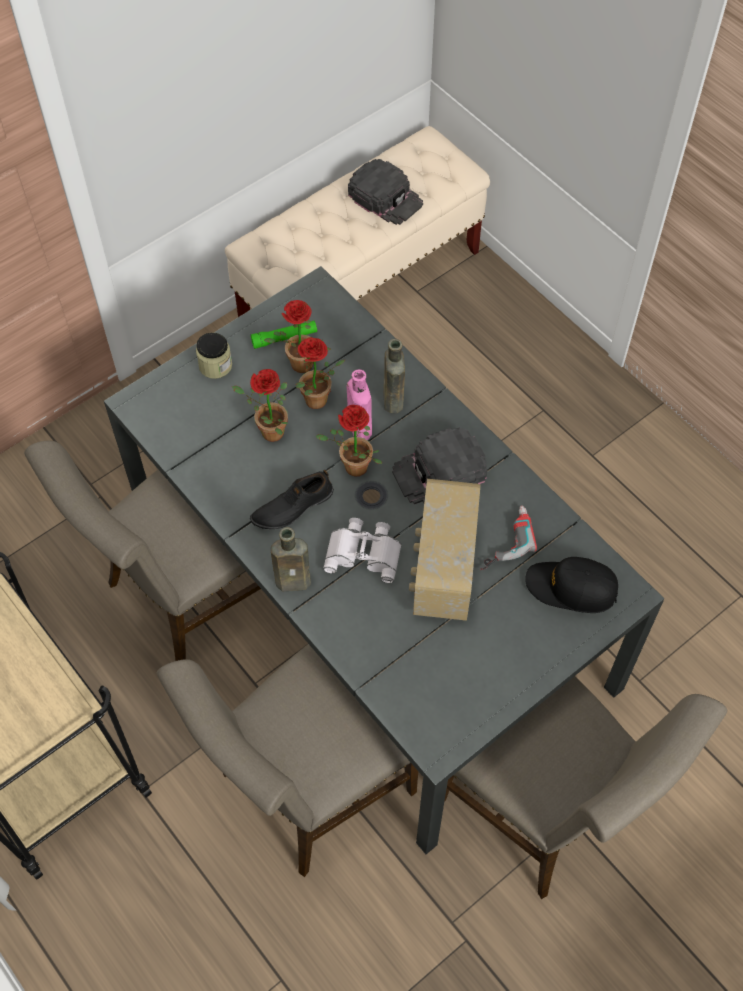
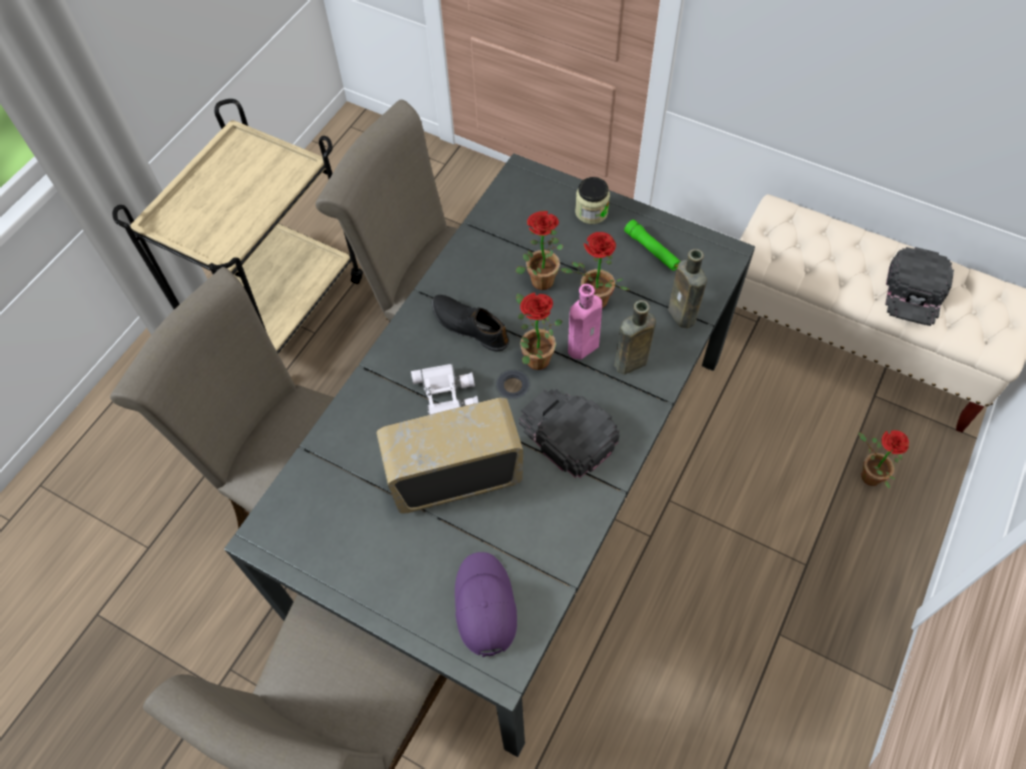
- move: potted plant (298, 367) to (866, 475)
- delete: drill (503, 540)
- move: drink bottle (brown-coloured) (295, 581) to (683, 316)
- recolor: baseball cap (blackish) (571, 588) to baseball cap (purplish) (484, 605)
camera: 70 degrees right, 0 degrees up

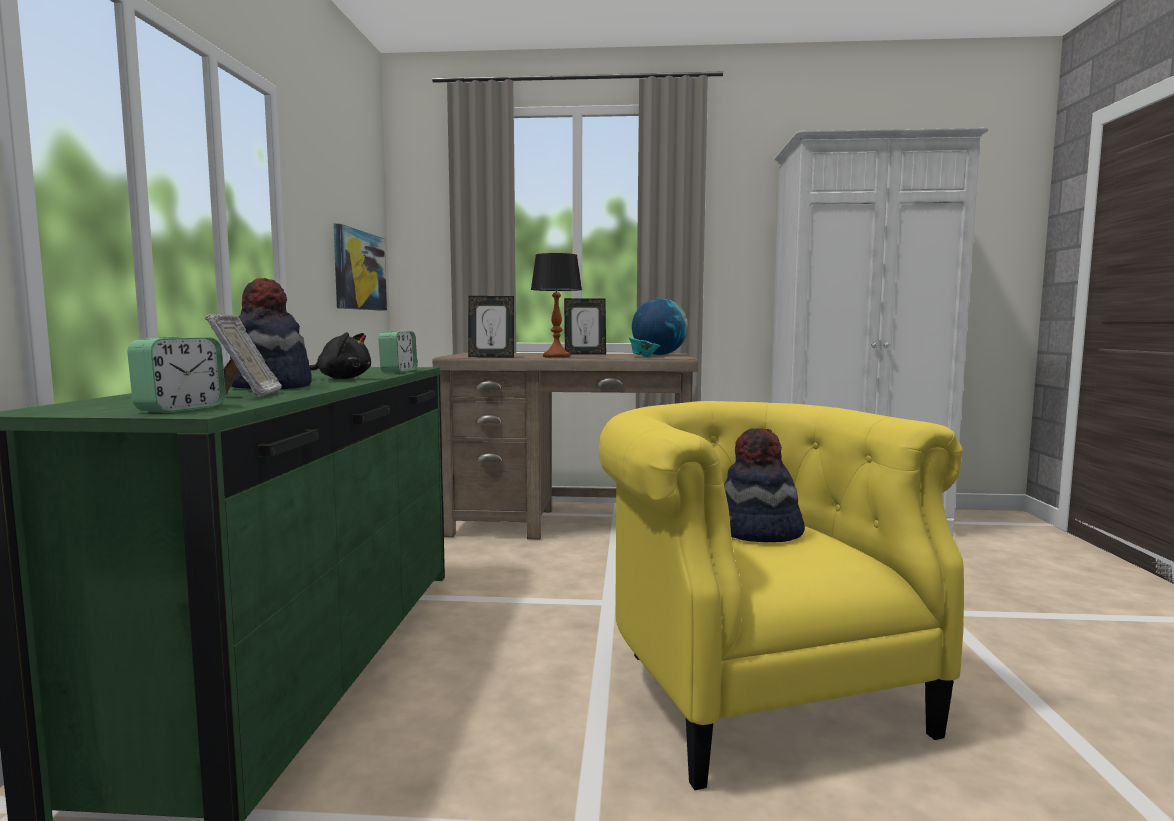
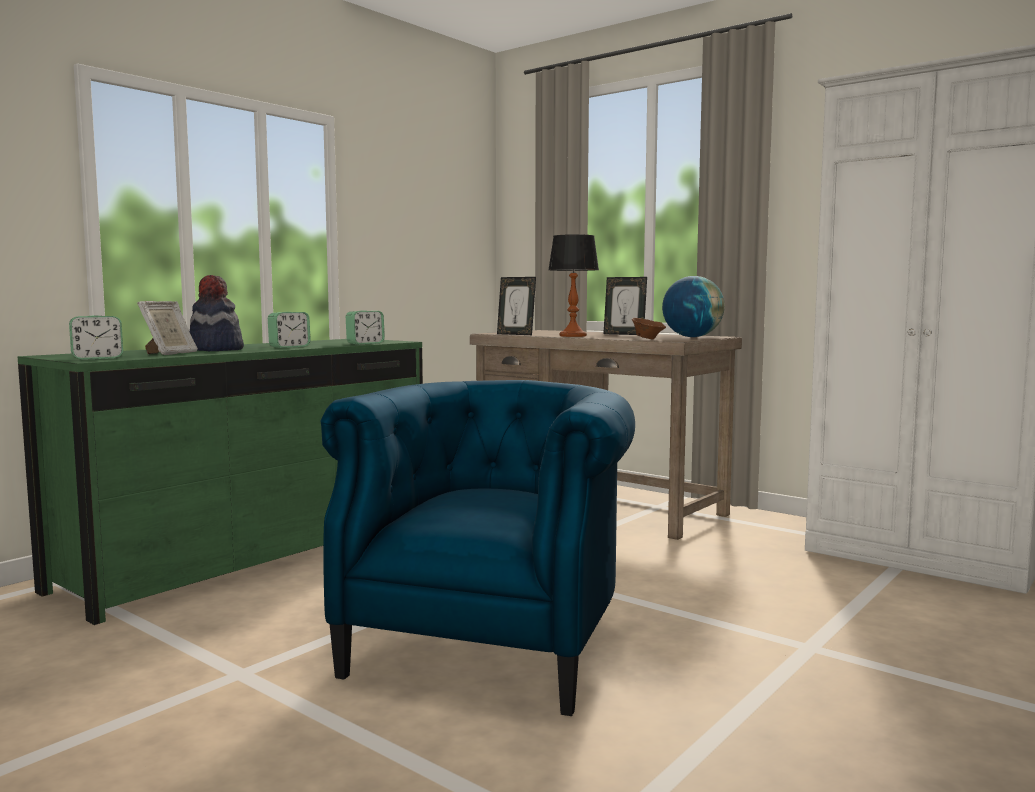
- delete: wall picture (359, 270)
- replace: soft toy (blackish) (341, 379) to alarm clock (289, 347)
- recolor: deep dish (blue-green) (643, 357) to deep dish (brown-coloured) (648, 339)
- recolor: easy chair (yellowish) (751, 689) to easy chair (bluish) (492, 644)
- delete: hat (758, 533)
camera: 35 degrees right, 0 degrees up

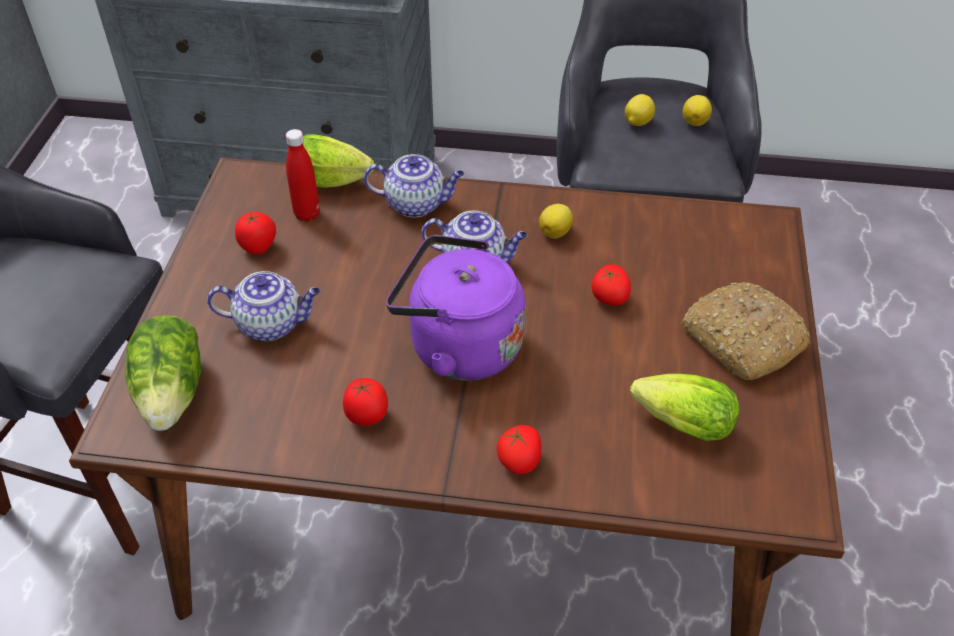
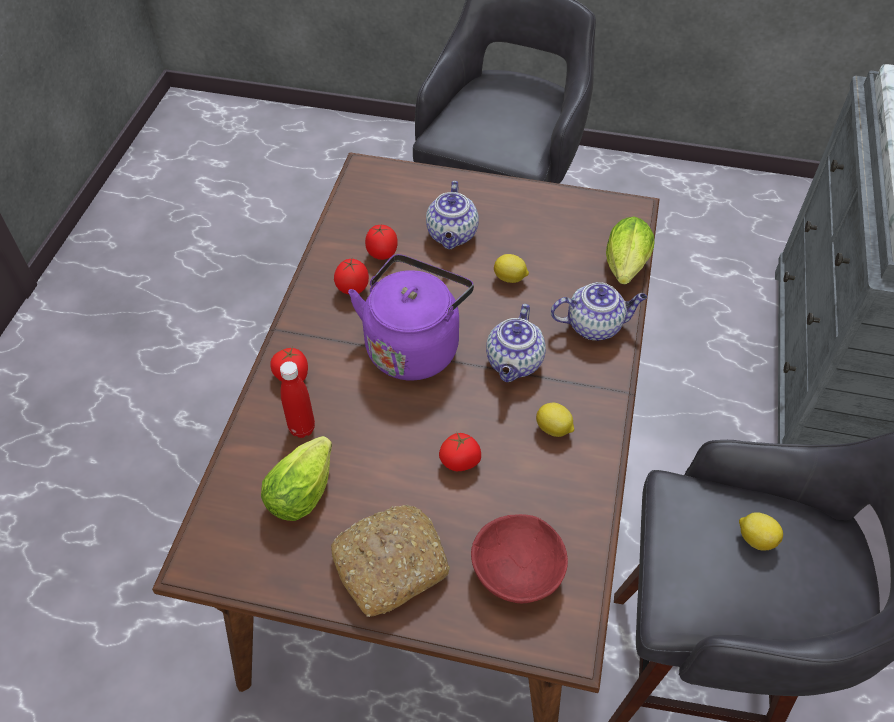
- move: whole lemon (695, 121) to (510, 278)
- move: drink bottle (red) (307, 214) to (302, 428)
- rotate: tea pot (416, 204) = (595, 325) 105 degrees counterclockwise
- move: whole tomato (259, 247) to (382, 254)
- delete: lettuce (173, 392)
- insert: deep dish (red) (518, 572)
camera: 95 degrees right, 5 degrees up

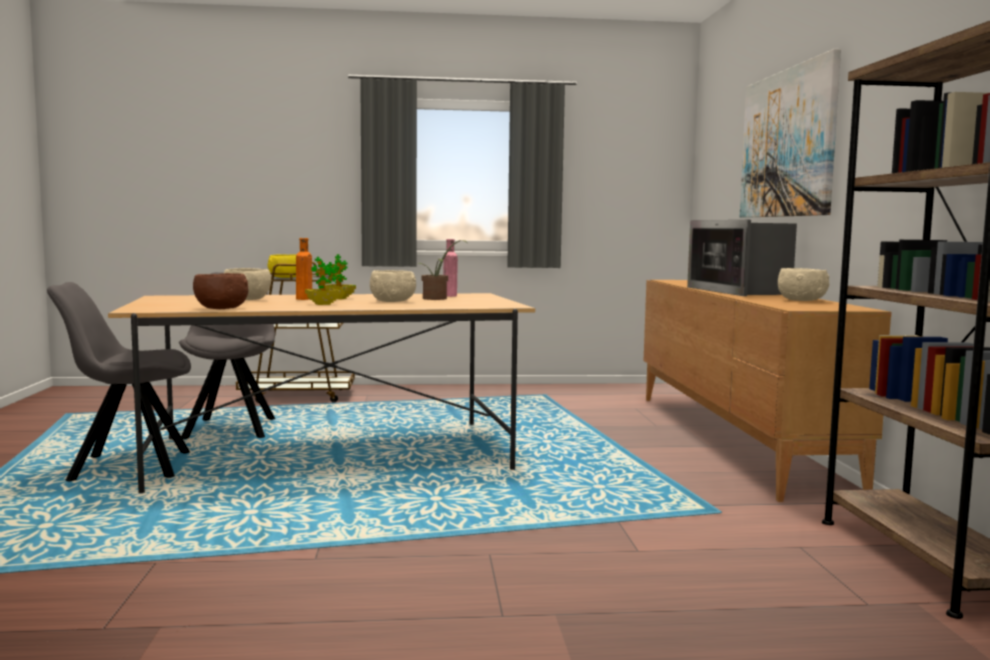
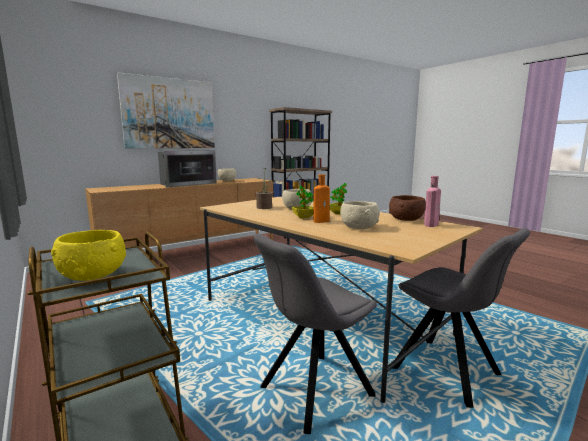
- move: drink bottle (pink) (450, 295) to (431, 225)
camera: 120 degrees left, 5 degrees up

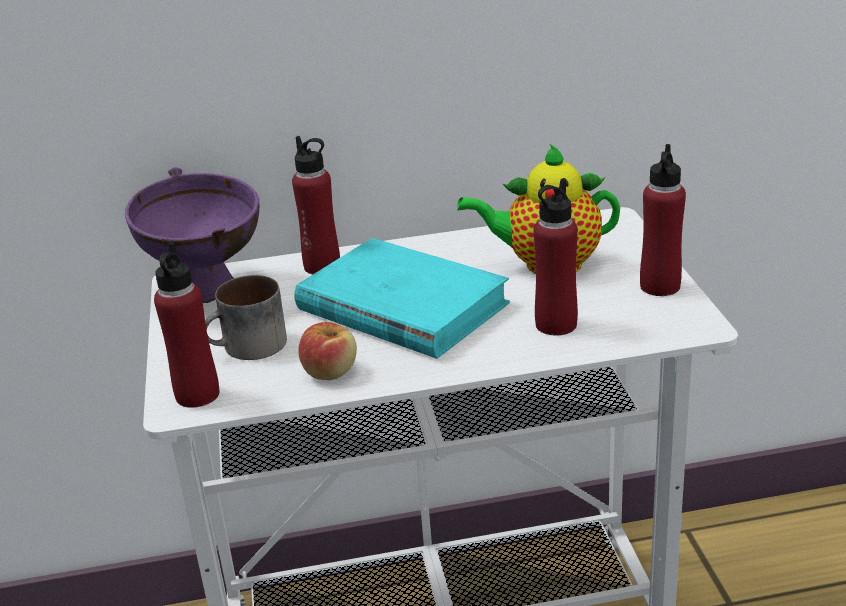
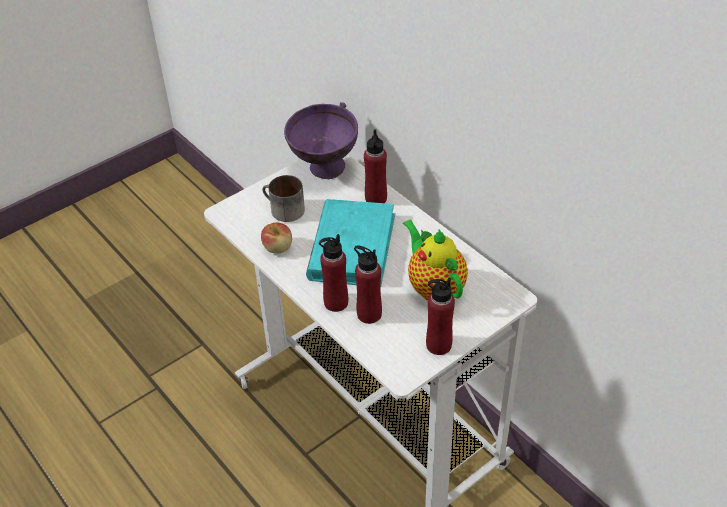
- move: drink bottle (red) (197, 395) to (336, 302)
camera: 60 degrees right, 15 degrees up

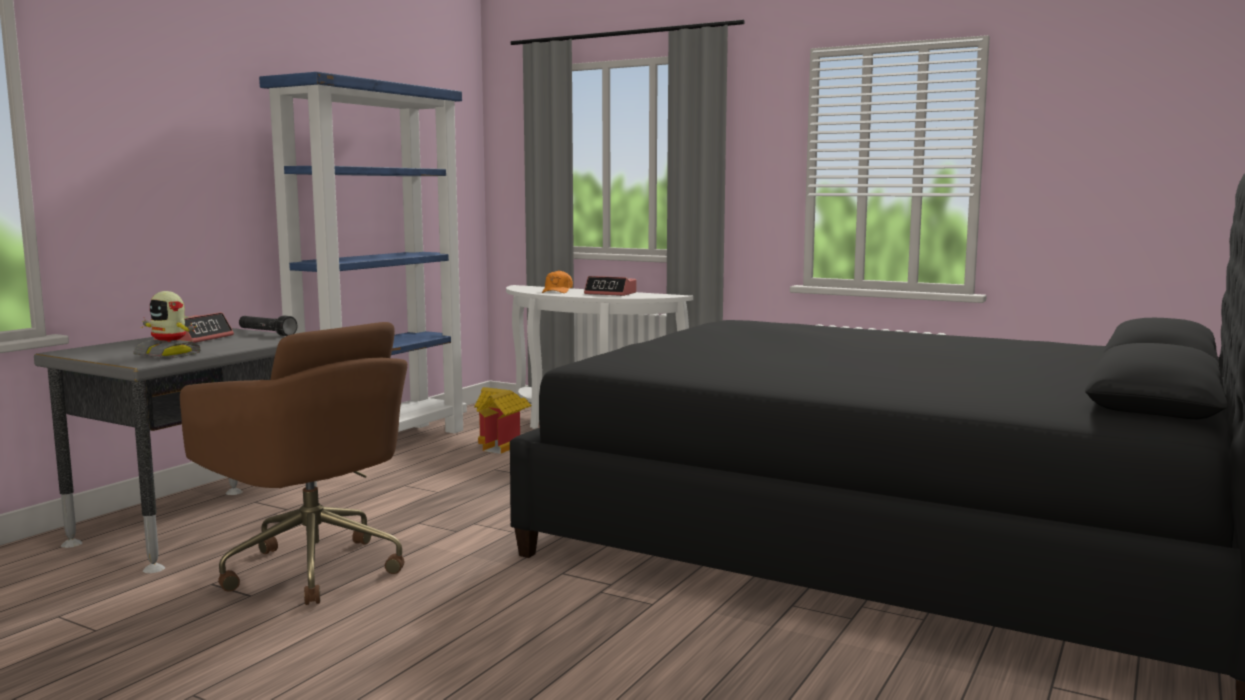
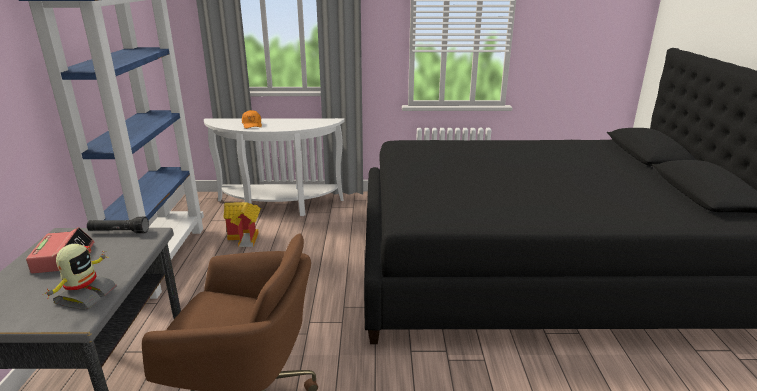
- delete: alarm clock (611, 293)
- rotate: robot figure (169, 354) = (85, 296) 75 degrees counterclockwise
camera: 30 degrees left, 15 degrees up

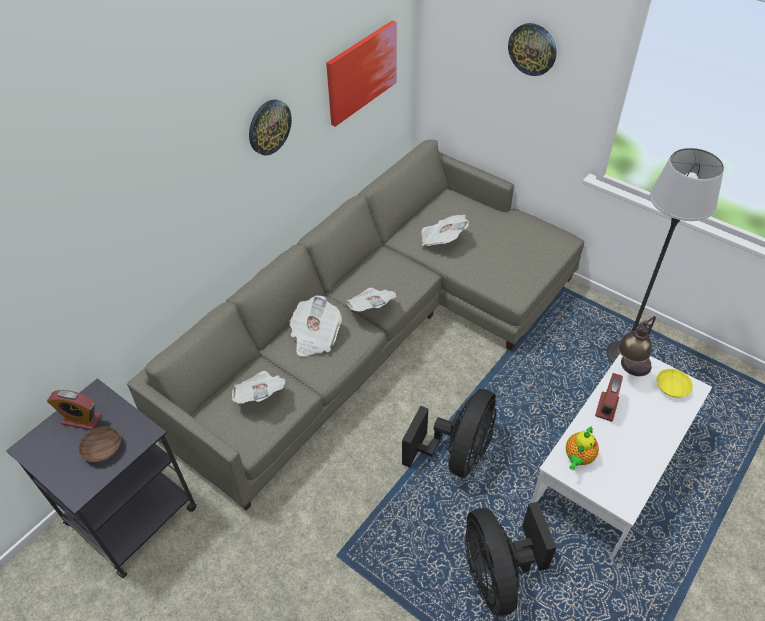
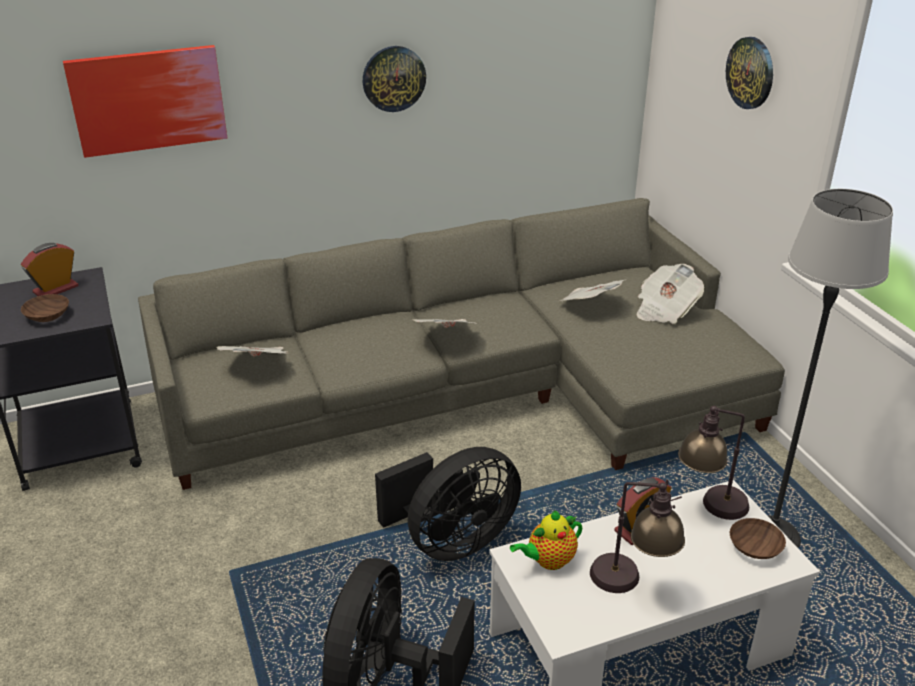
- move: wall picture (361, 72) to (148, 100)
- move: newspaper (315, 336) to (665, 309)
- recolor: deep dish (yellowish) (672, 388) to deep dish (brown-coloured) (754, 548)
- rotate: alarm clock (81, 419) = (56, 289) 90 degrees clockwise
- insert: tabletop lamp (632, 583)
camera: 30 degrees right, 15 degrees down

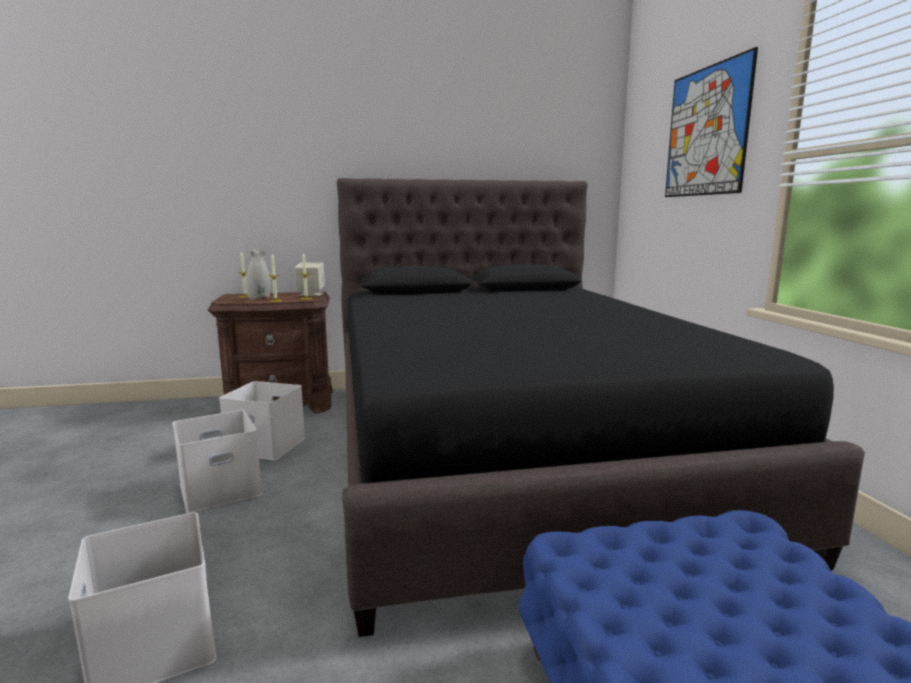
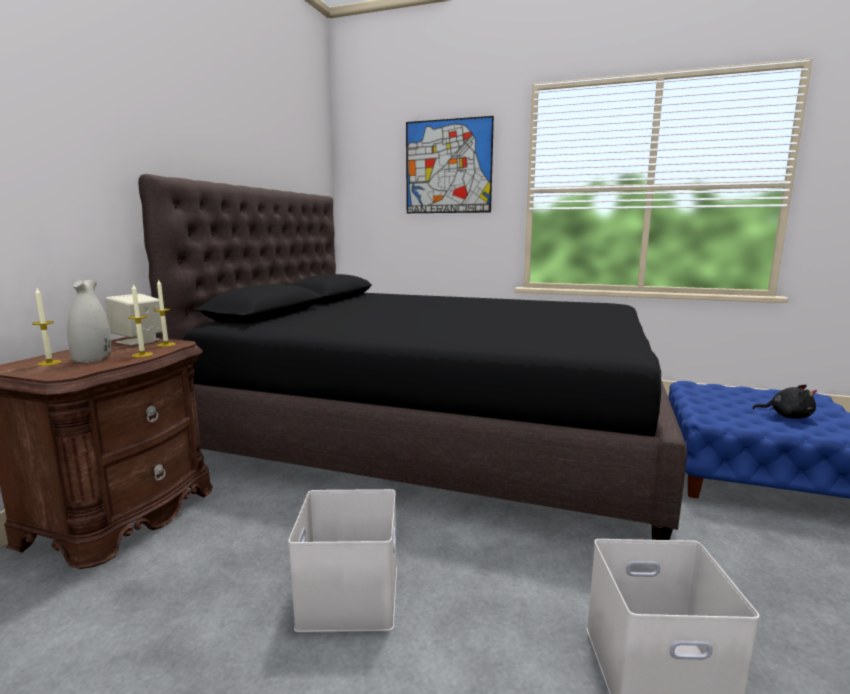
- delete: storage container (white) (268, 445)
- insert: soft toy (blackish) (787, 416)
camera: 60 degrees left, 0 degrees up

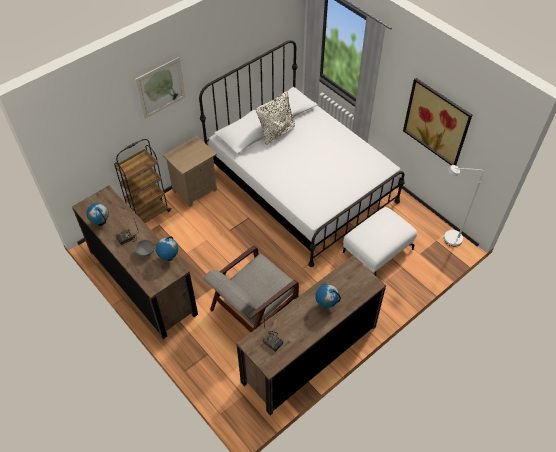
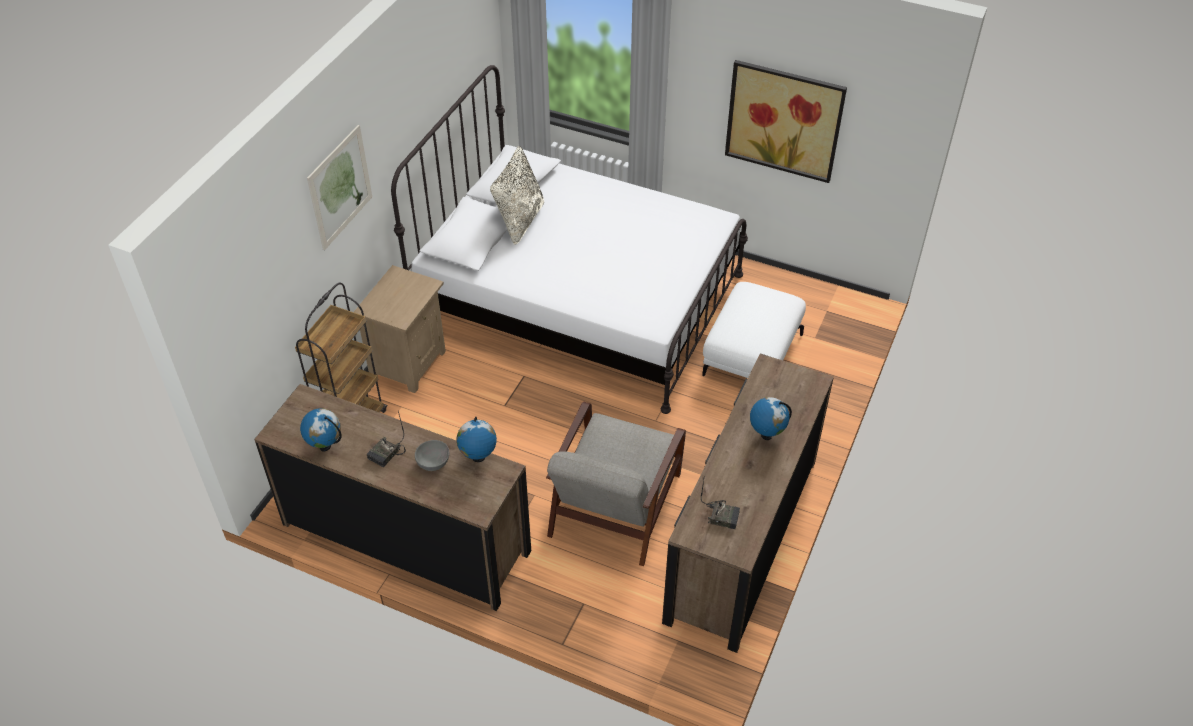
- delete: standing lamp (white) (447, 238)
camera: 25 degrees left, 5 degrees down

